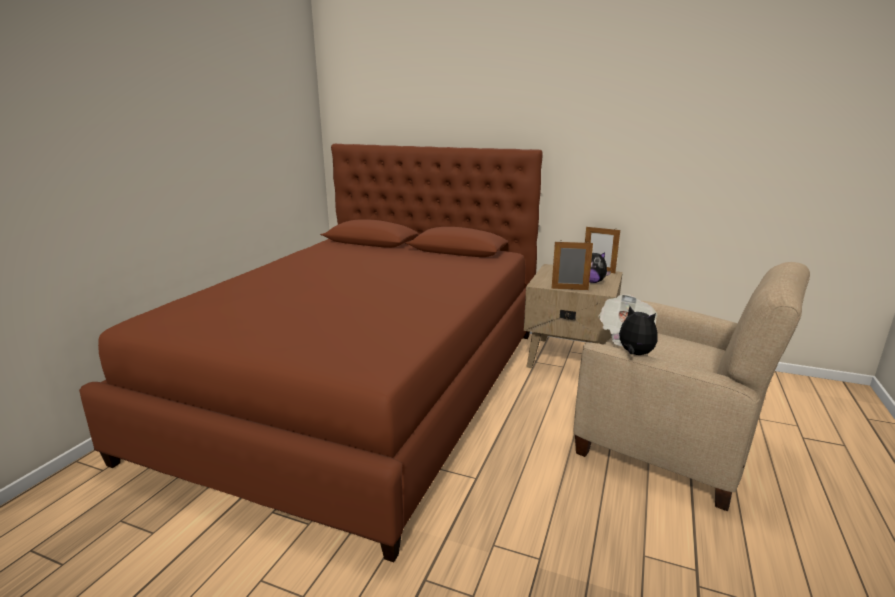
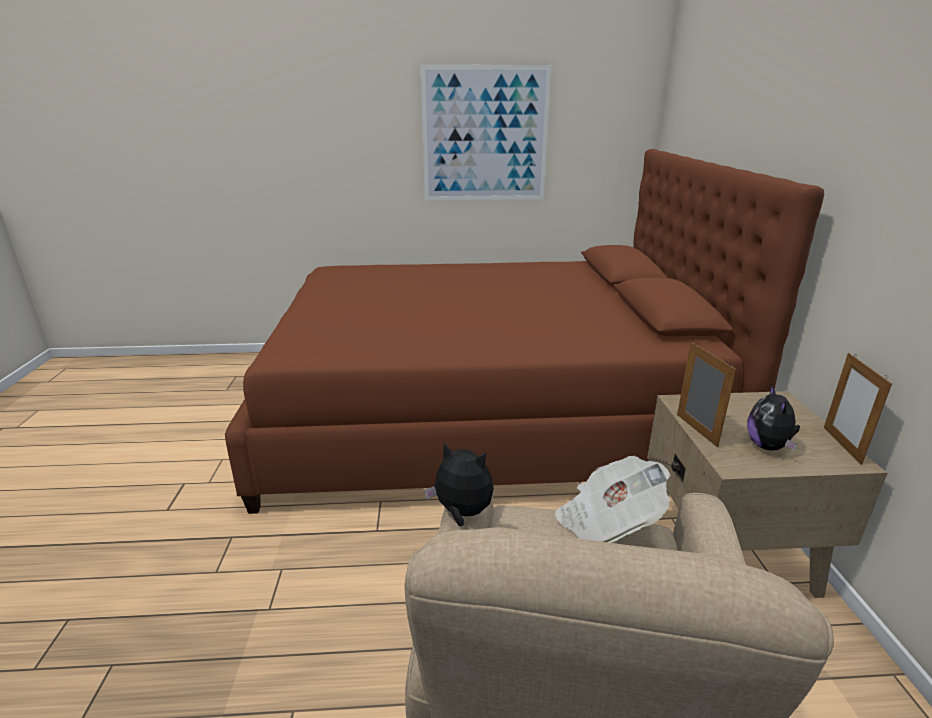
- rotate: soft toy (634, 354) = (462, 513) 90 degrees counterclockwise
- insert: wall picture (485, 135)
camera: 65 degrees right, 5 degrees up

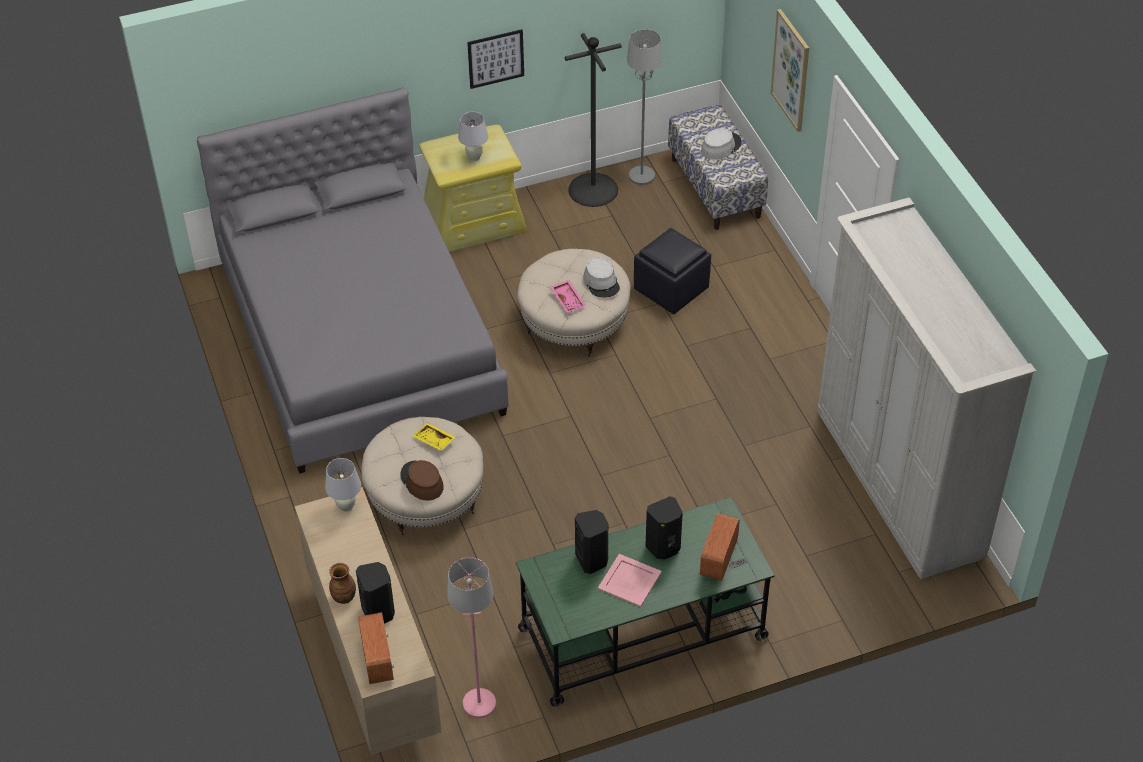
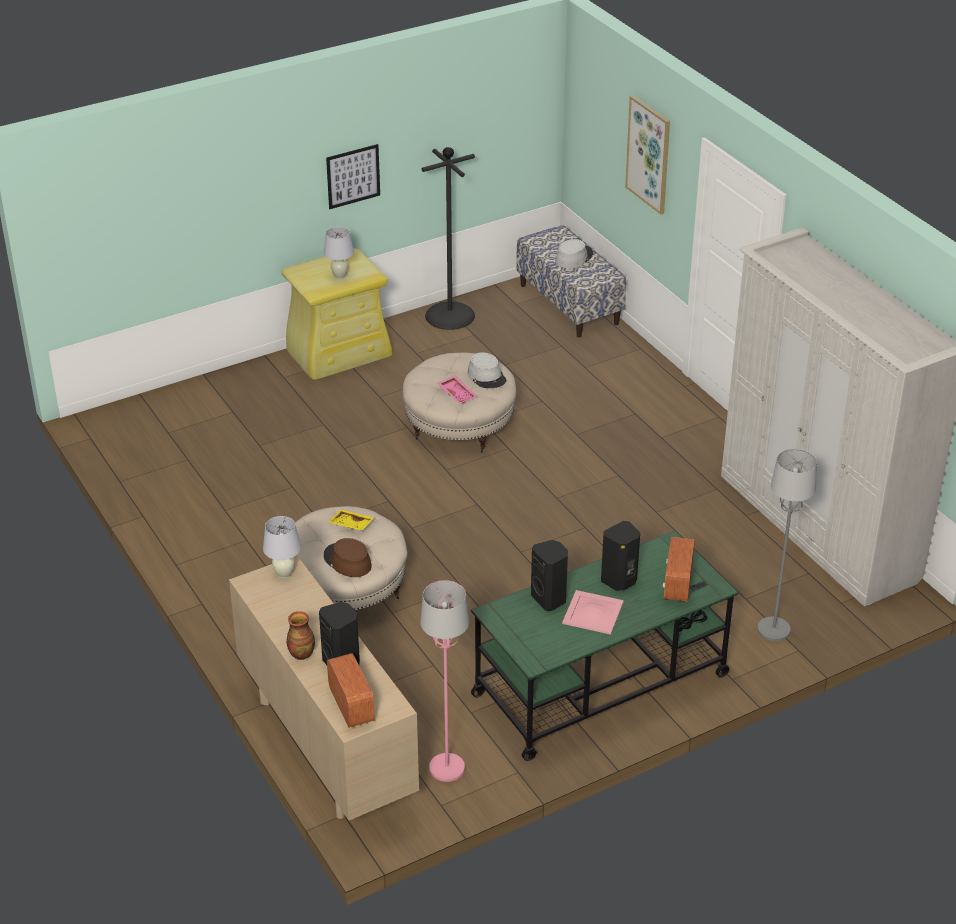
- move: standing lamp (gray) (641, 176) to (774, 630)
- delete: sleeping bed (gray) (360, 338)
- delete: ottoman (blackish) (672, 289)
camera: 10 degrees left, 10 degrees down

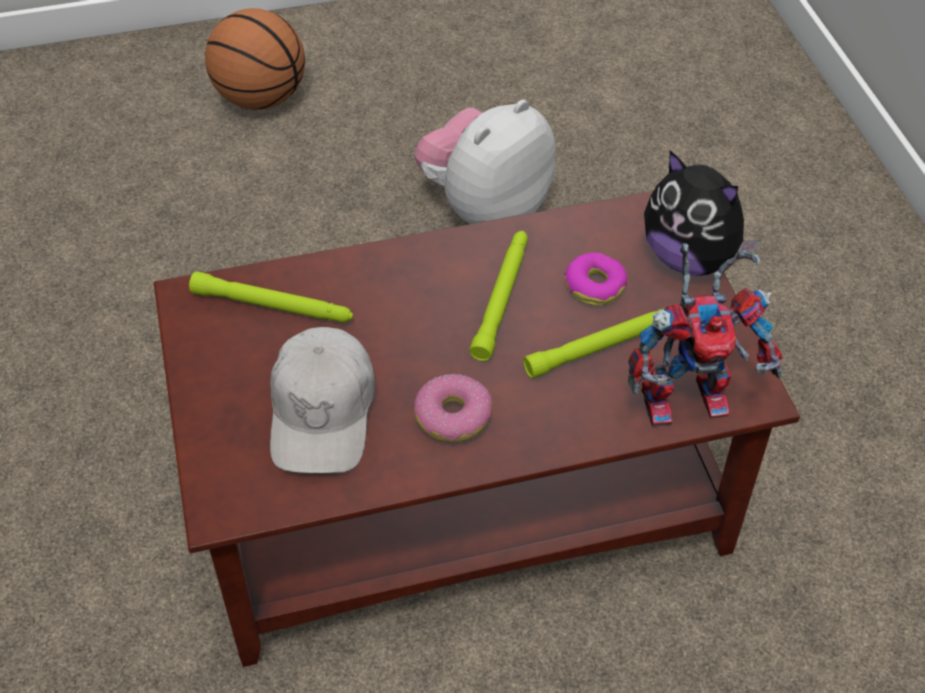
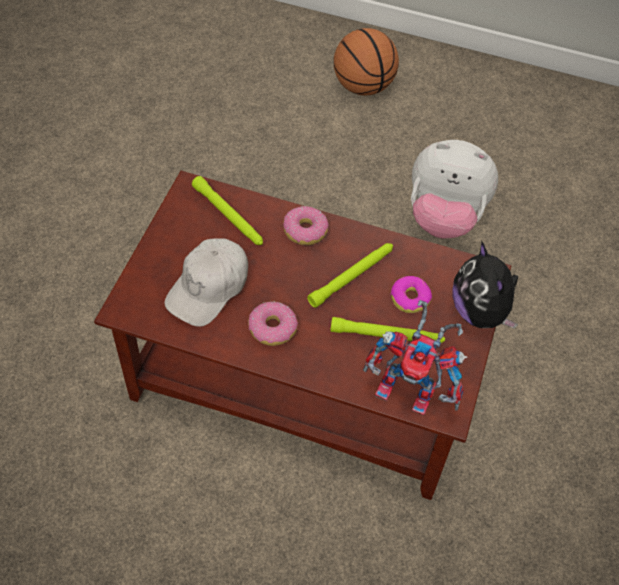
- rotate: soft toy (485, 207) = (444, 217) 150 degrees counterclockwise
- insert: doughnut (305, 231)
camera: 30 degrees right, 5 degrees up

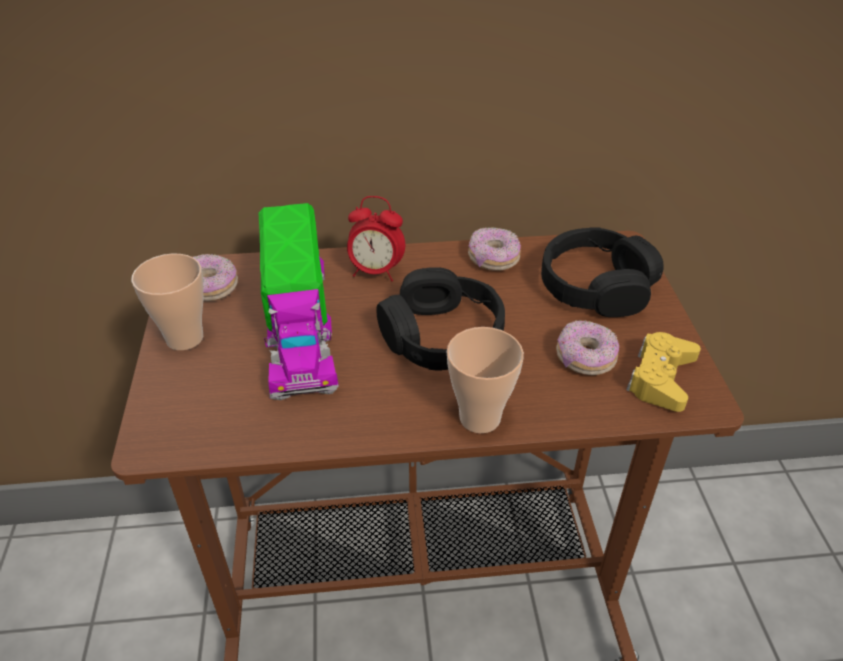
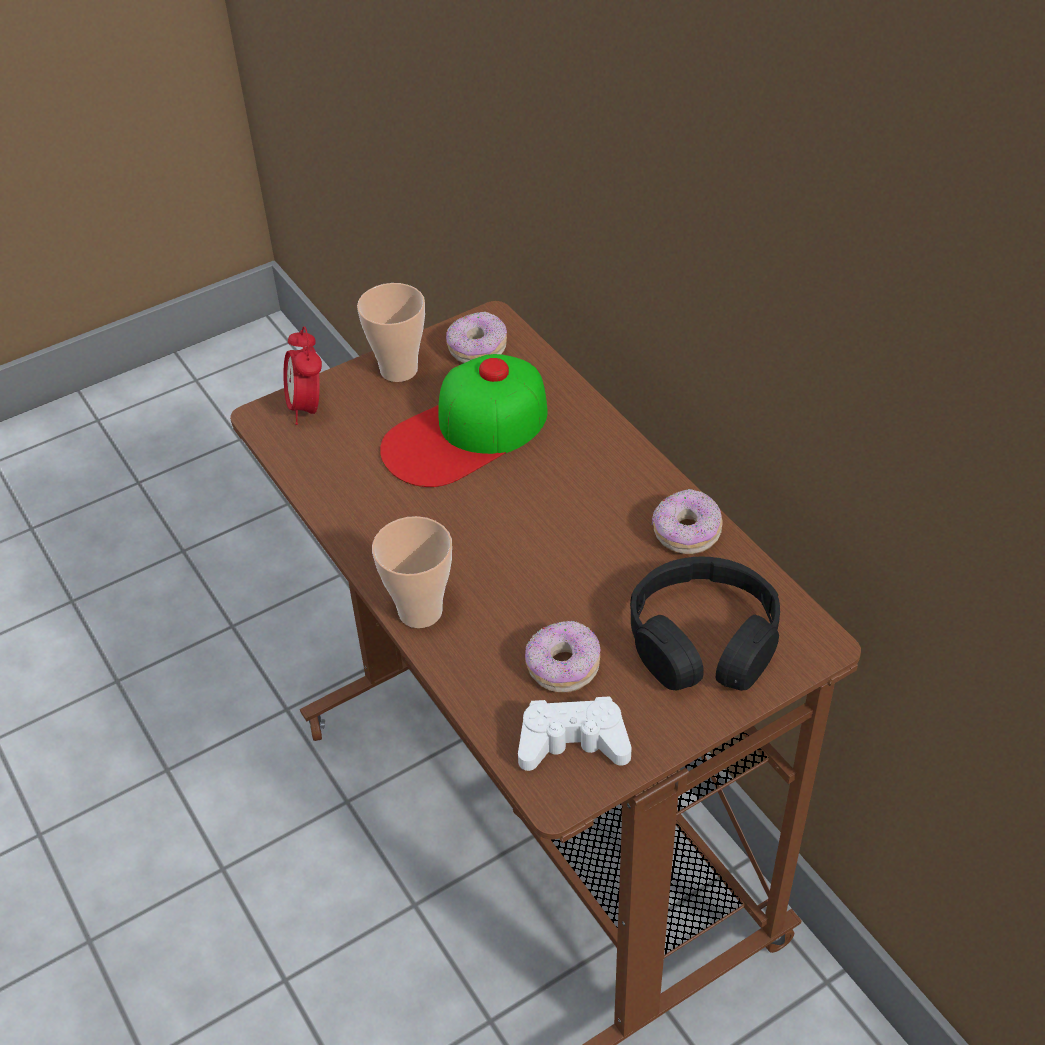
- move: alarm clock (376, 272) to (307, 408)
- replace: toy truck (299, 325) to baseball cap (466, 432)
- delete: pair of headphones (blackish) (441, 336)
- recolor: joypad (yellowish) (661, 378) to joypad (white) (573, 742)
camera: 65 degrees right, 5 degrees up

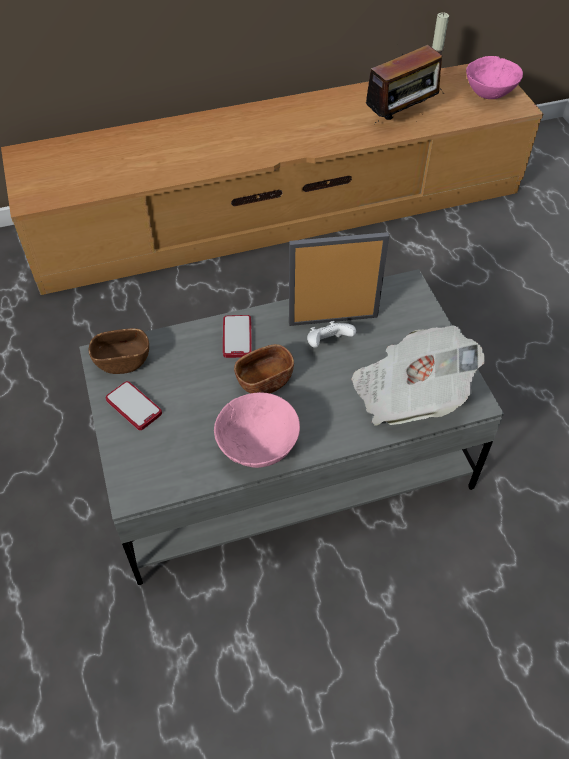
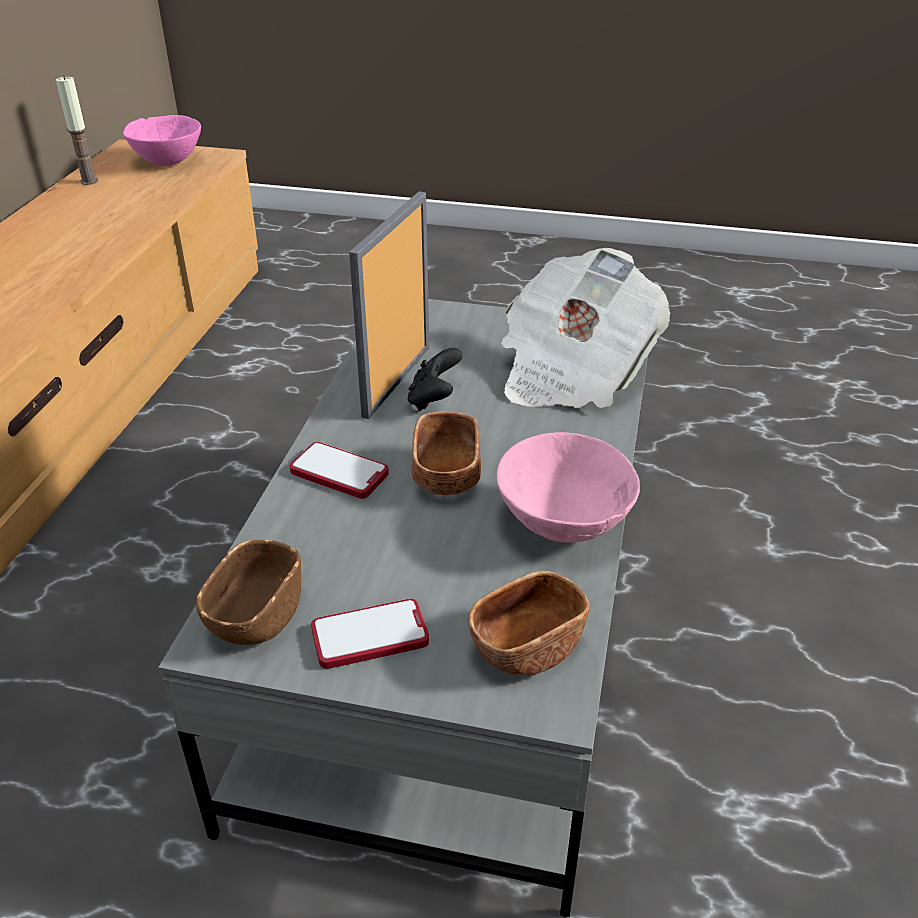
- delete: radio (401, 118)
- recolor: joypad (white) (328, 344) to joypad (blackish) (434, 399)
- insert: deep dish (brown-coloured) (526, 647)
camera: 60 degrees left, 15 degrees down

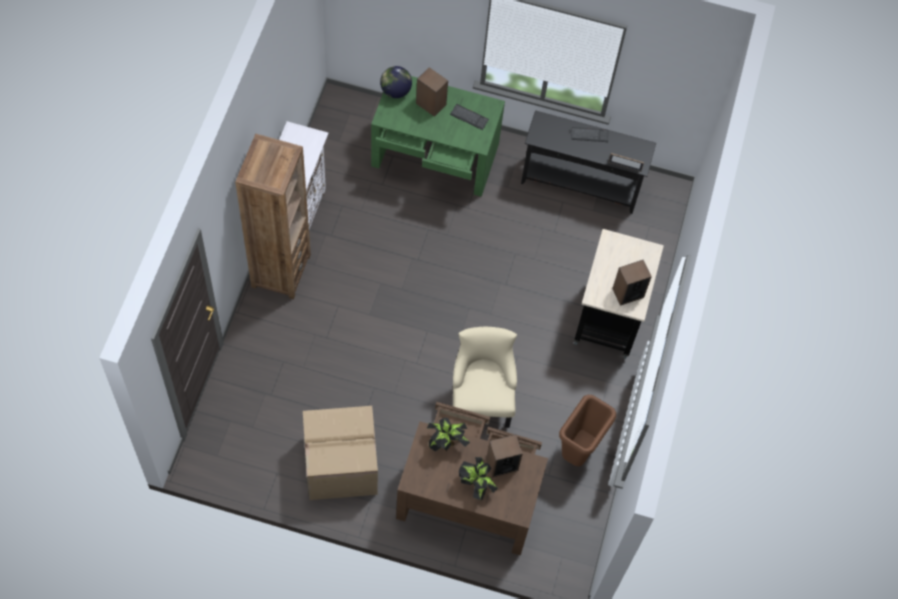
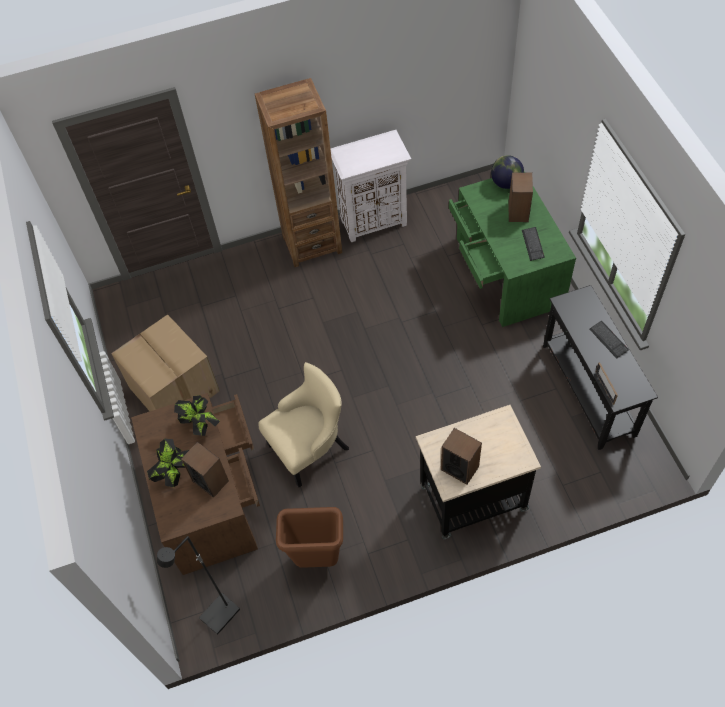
- insert: standing lamp (blackish) (220, 615)
camera: 65 degrees right, 5 degrees down

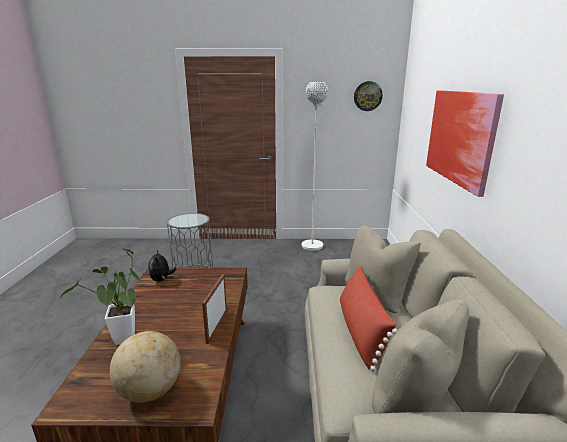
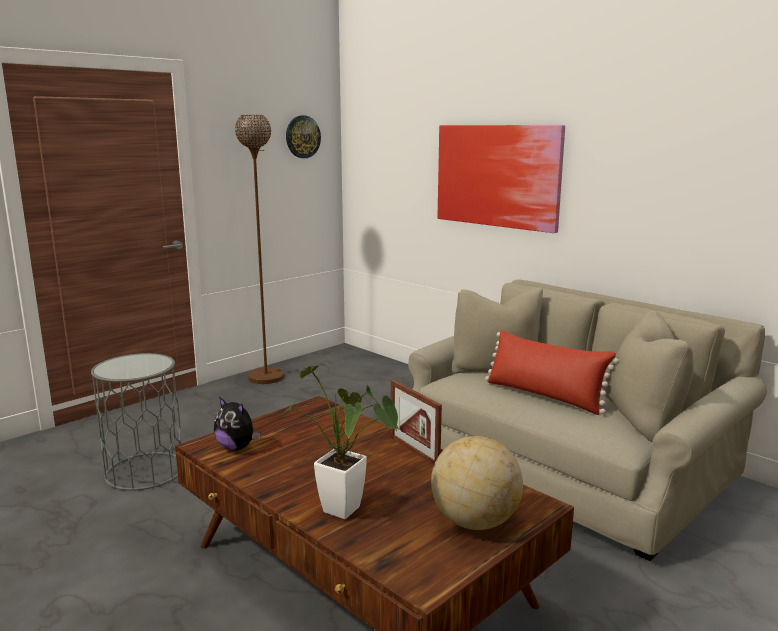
- recolor: standing lamp (white) (312, 246) to standing lamp (brown-coloured) (266, 377)
camera: 45 degrees left, 5 degrees down

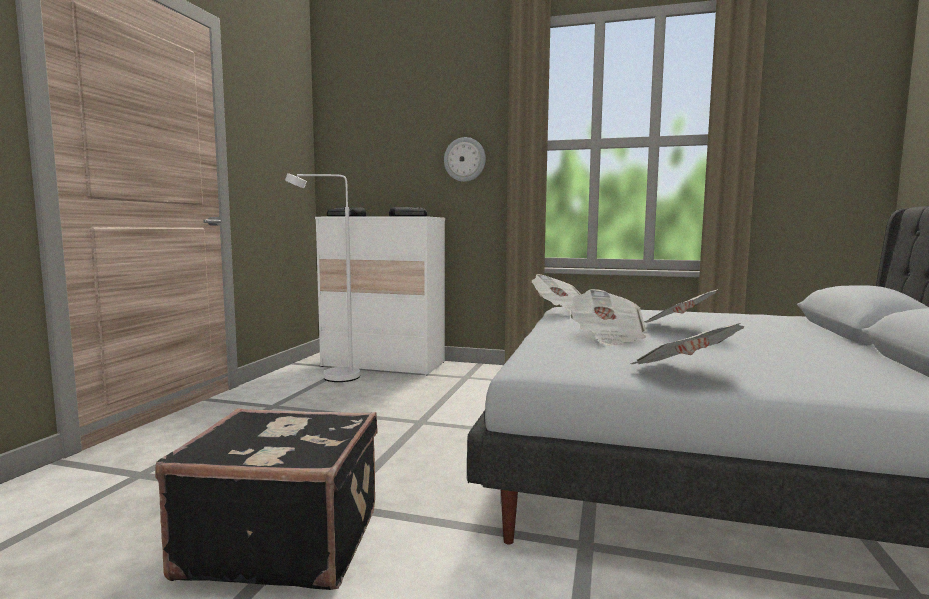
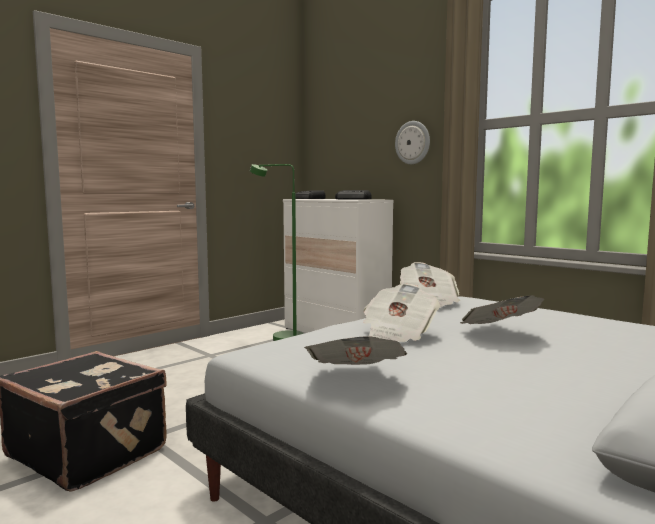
- recolor: standing lamp (white) (331, 377) to standing lamp (greenish) (281, 338)
camera: 30 degrees right, 0 degrees up

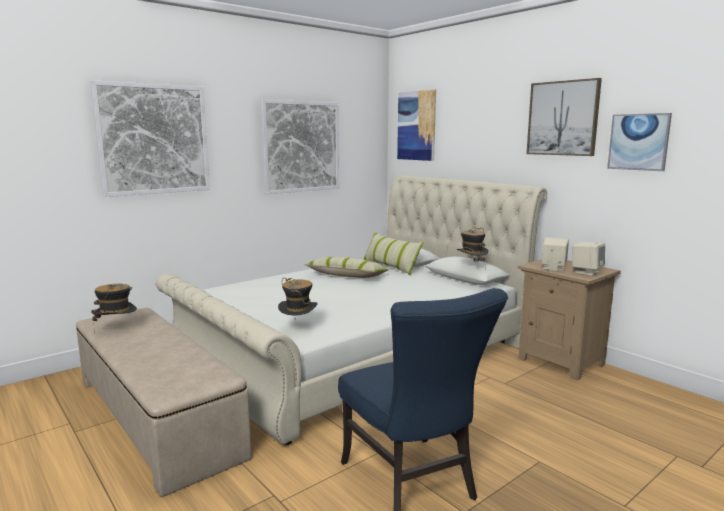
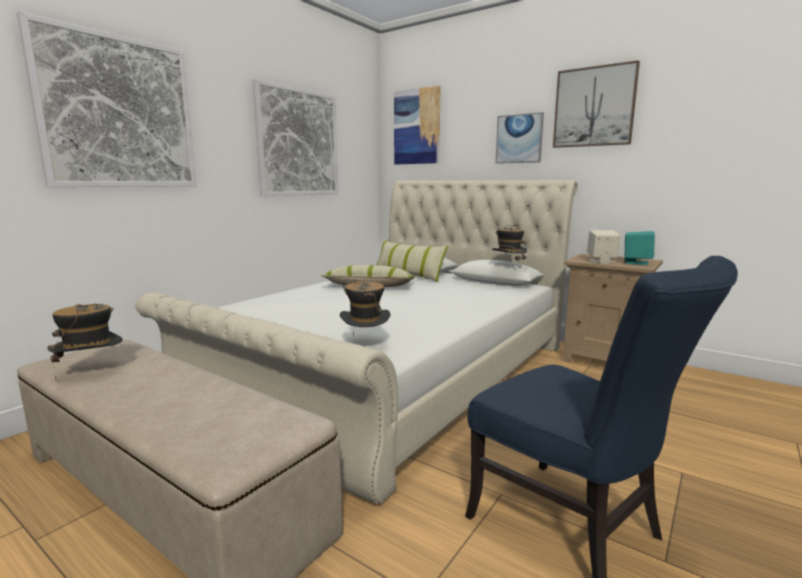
- move: wall picture (638, 142) to (519, 139)
- recolor: speaker (beige) (586, 272) to speaker (blue-green) (637, 263)
camera: 15 degrees left, 0 degrees up

